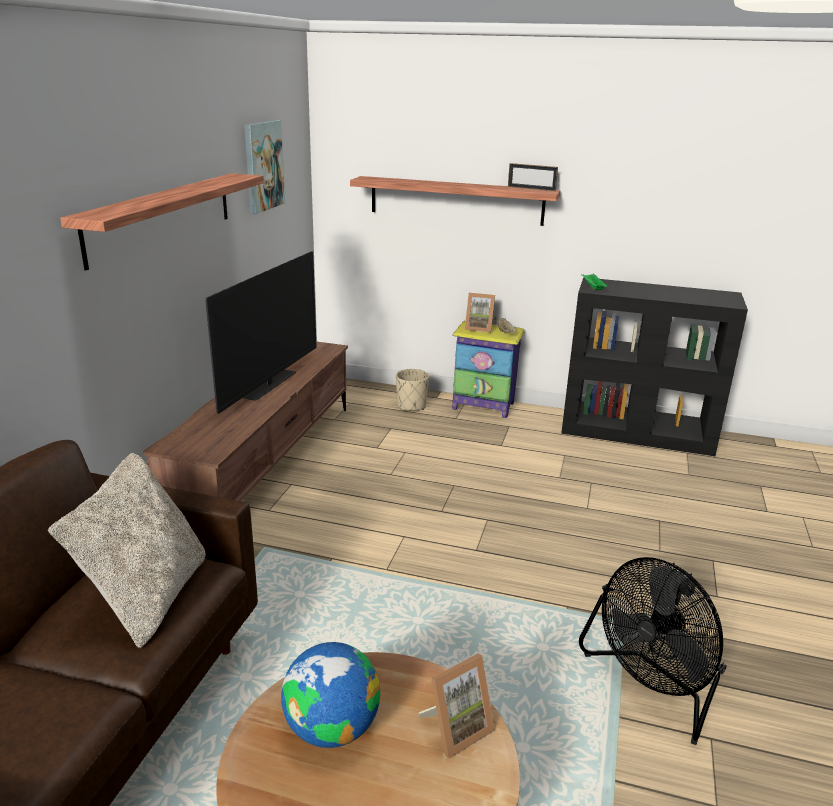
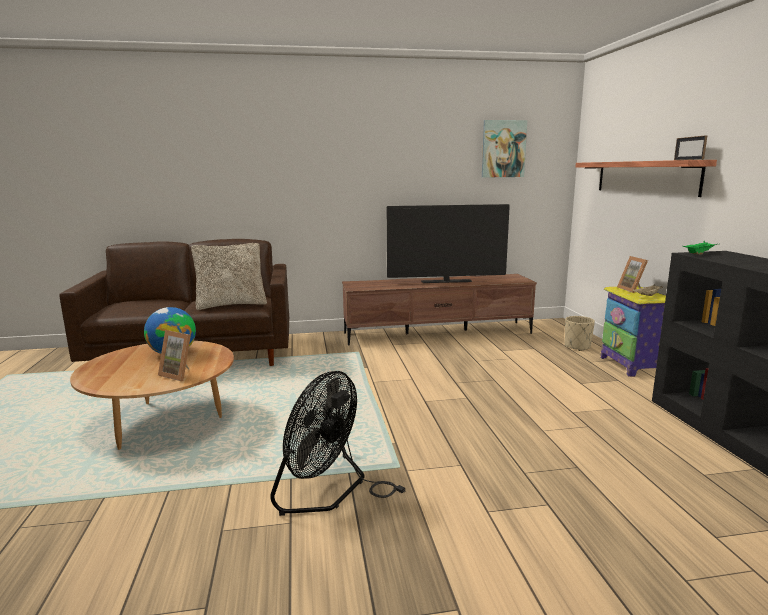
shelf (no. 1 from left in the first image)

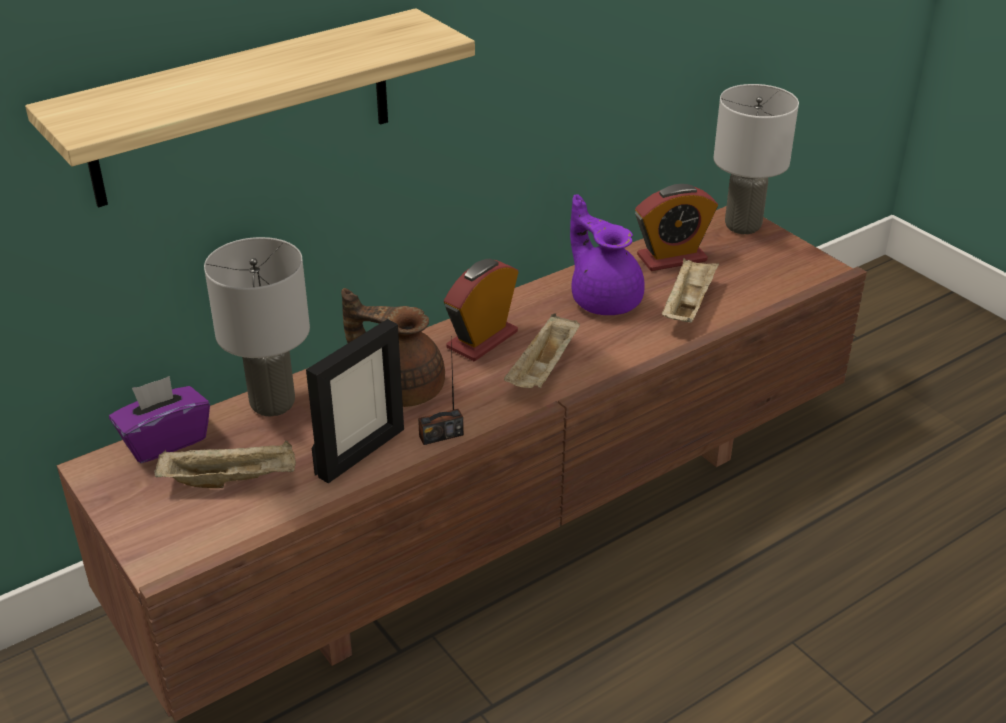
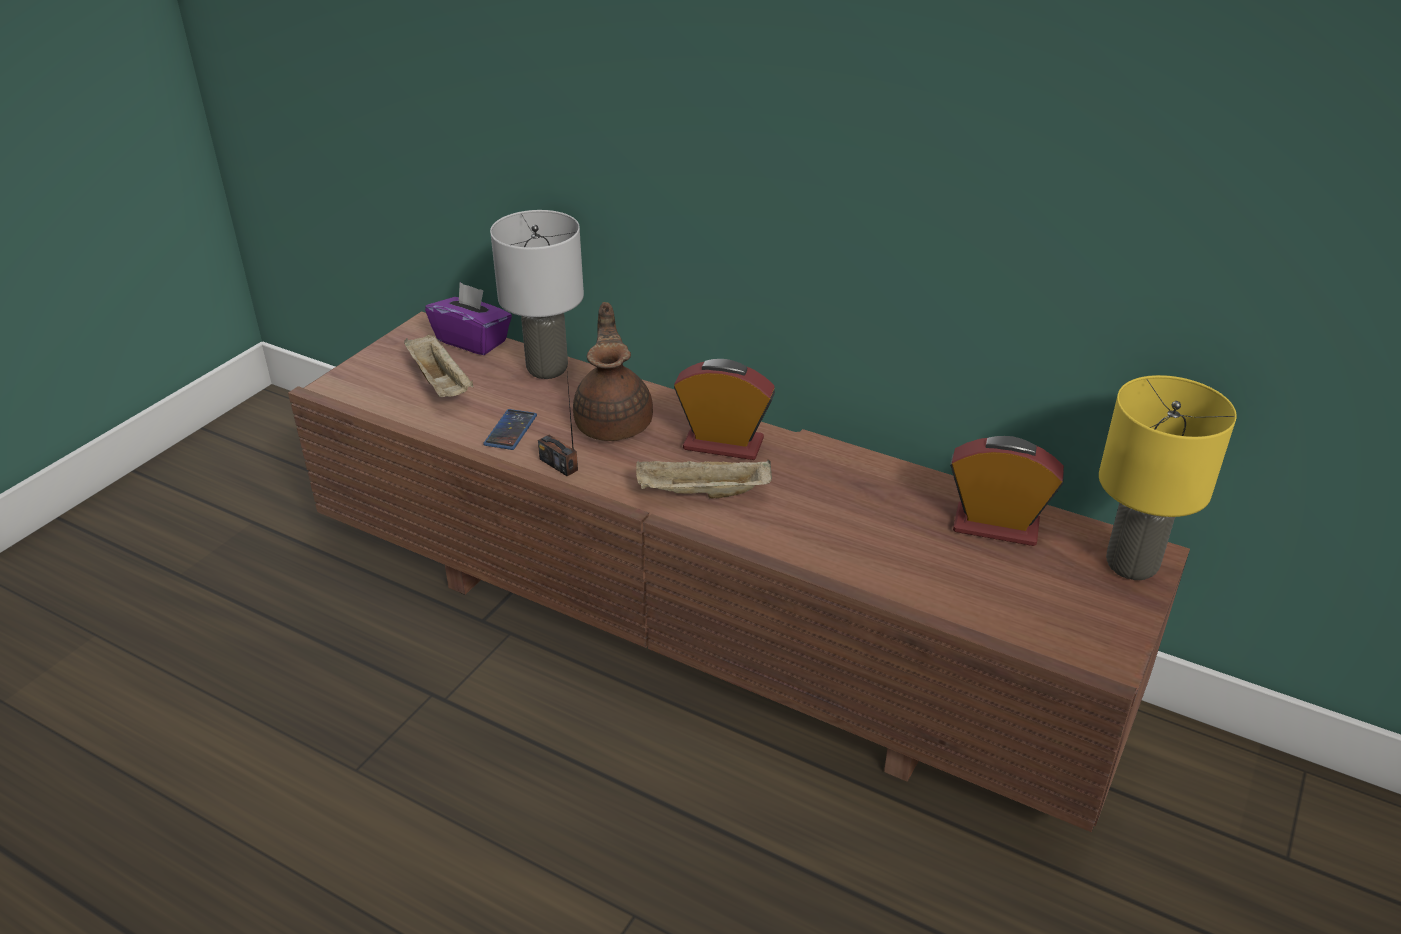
shelf
table lamp/yellow
alarm clock (no. 2 from left)
teapot/purple
tray/beige (no. 3 from left in the first image)
phone

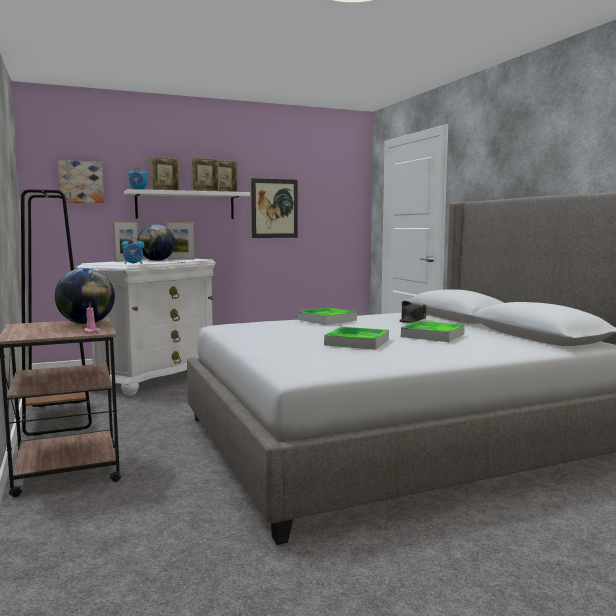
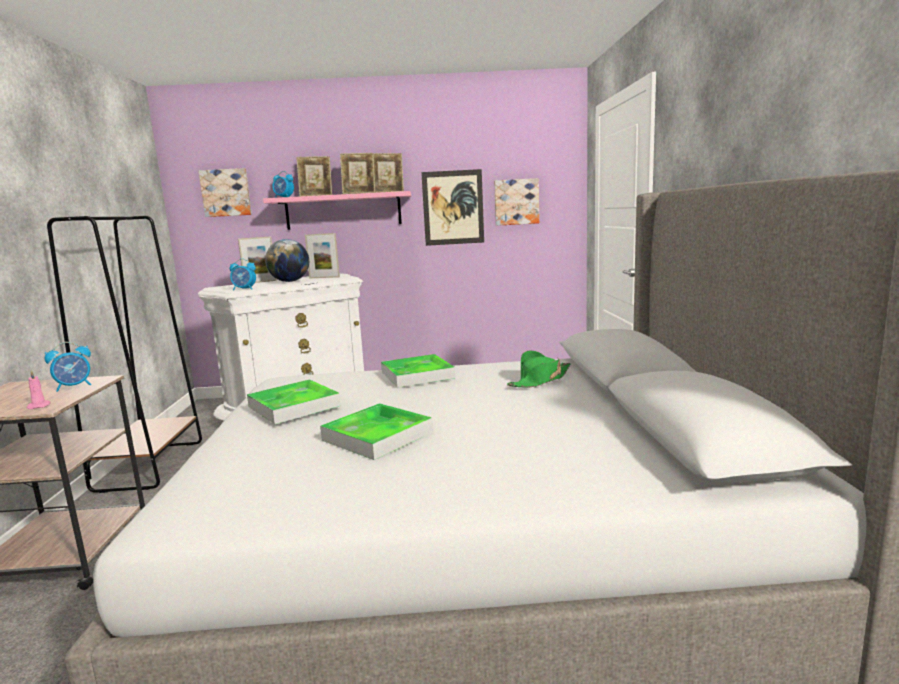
shelf/pink
alarm clock (no. 1 from left)
hat/green
tray (no. 1 from left)
picture (no. 3 from left)

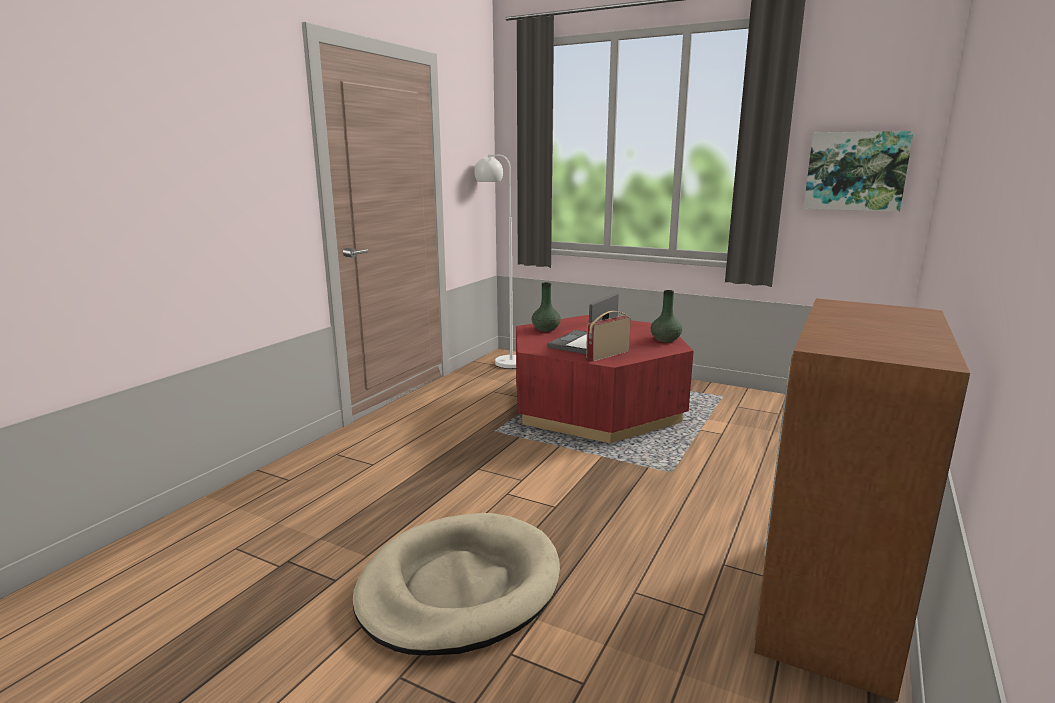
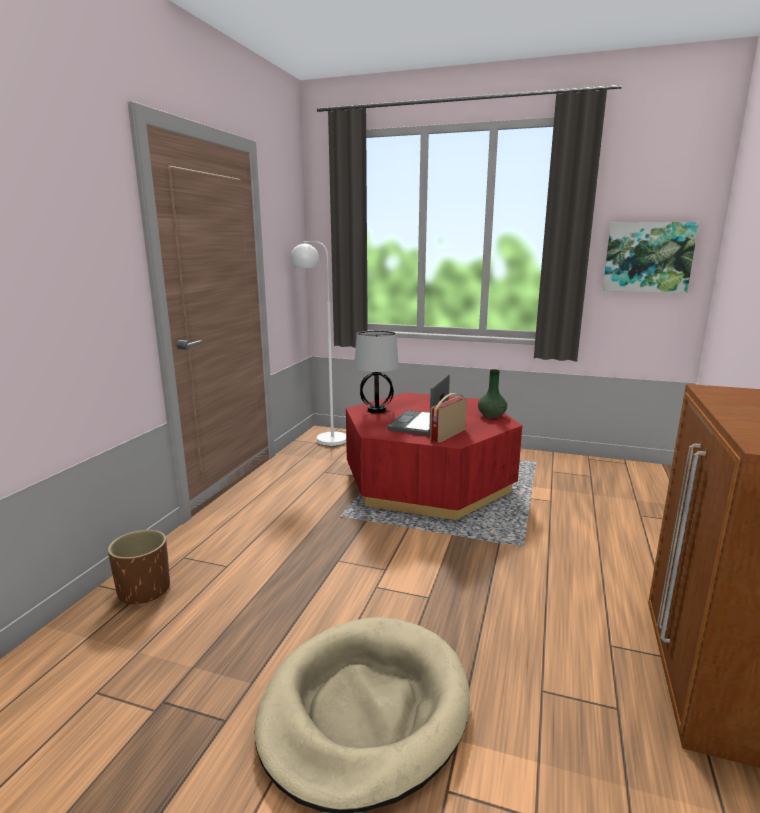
table lamp
planter/brown

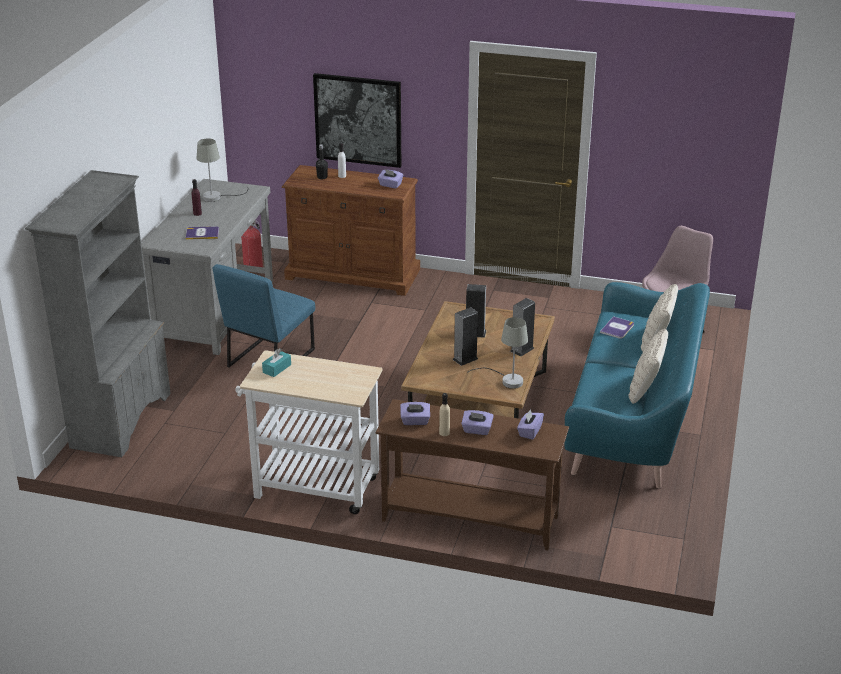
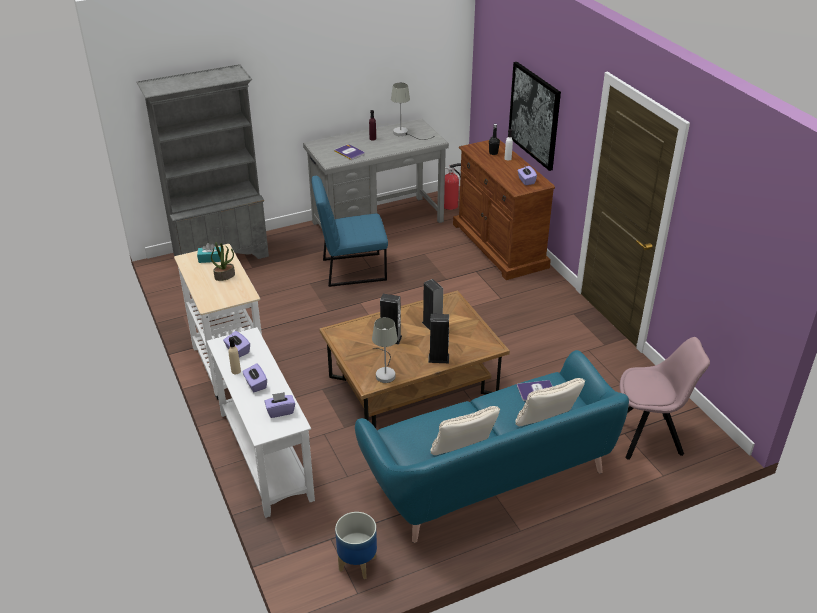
console table/white
potted plant
planter

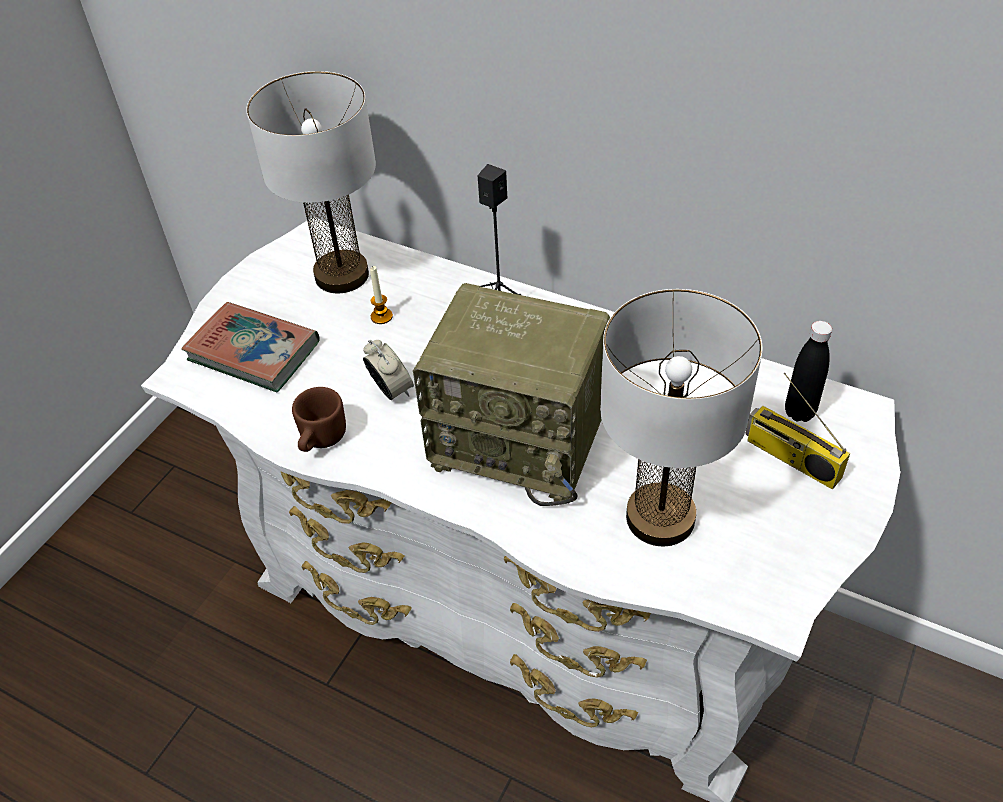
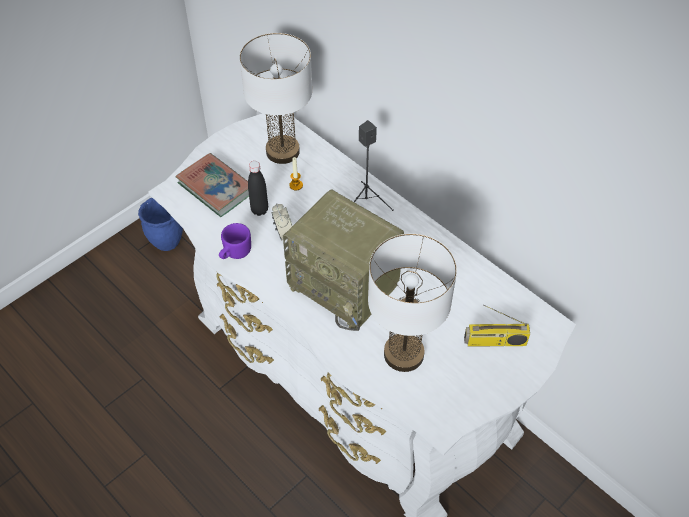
bottle/black
radio (no. 2 from left)
mug/purple
planter/blue

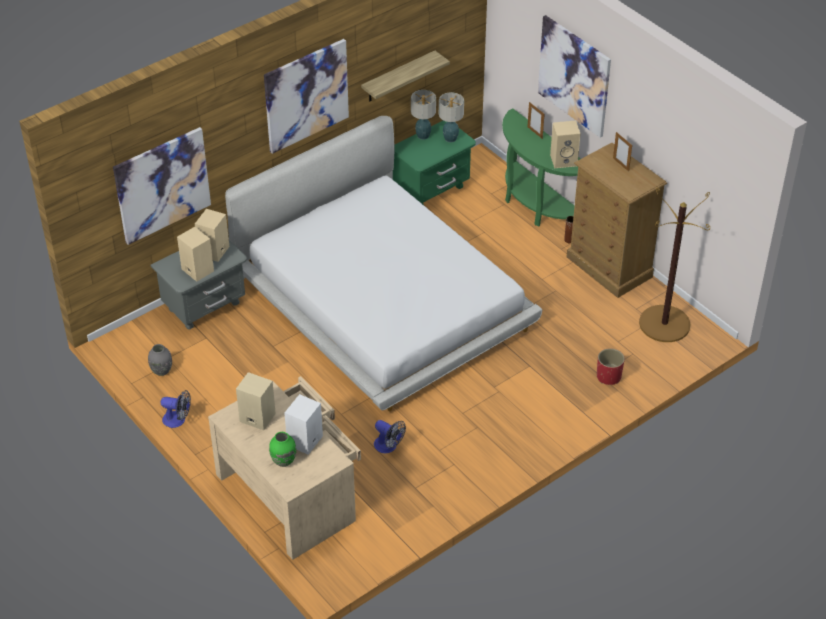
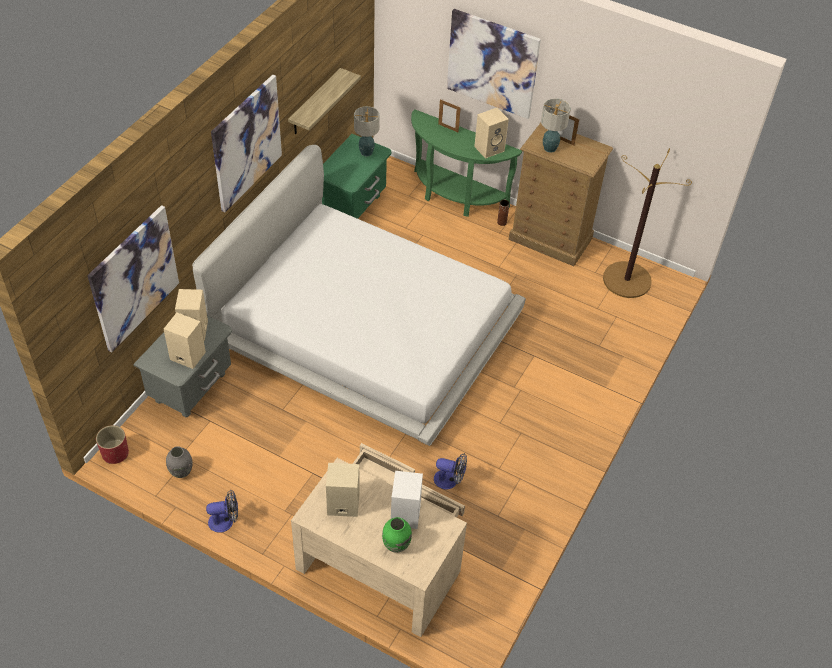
table lamp (no. 2 from left)
planter/red

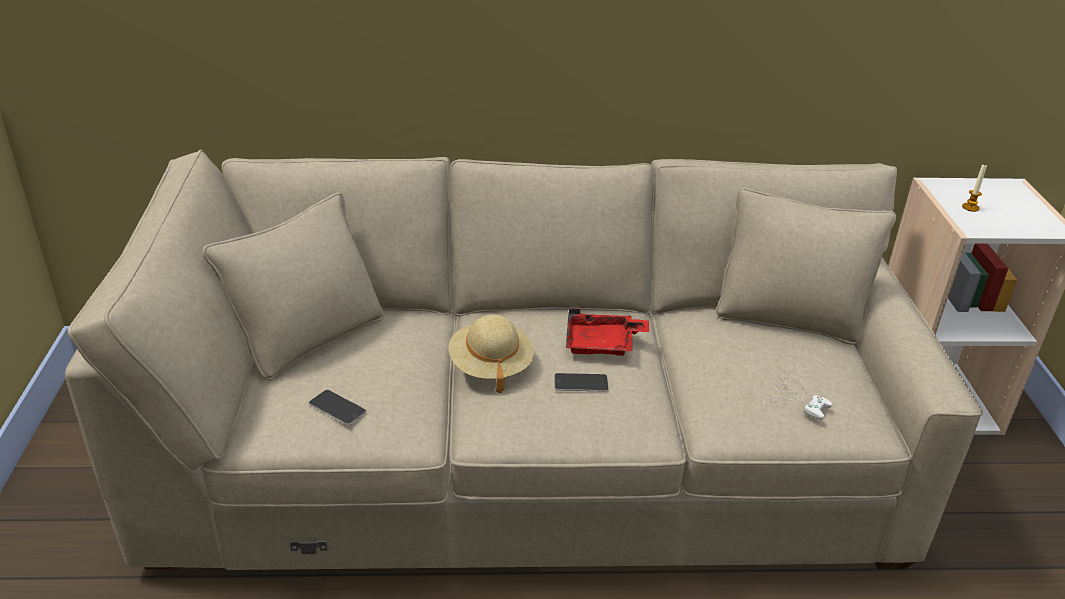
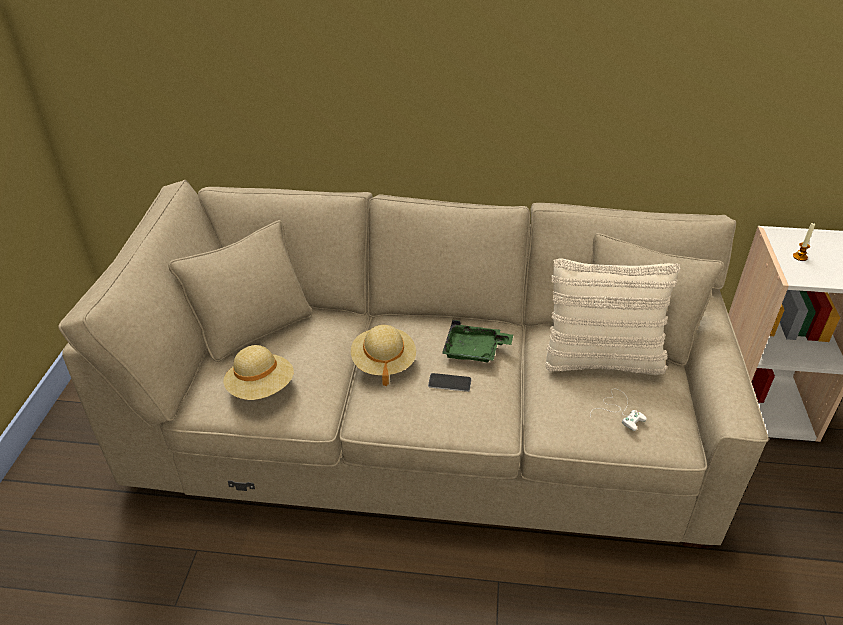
tray/green
hat/beige (no. 1 from left)
pillow/beige

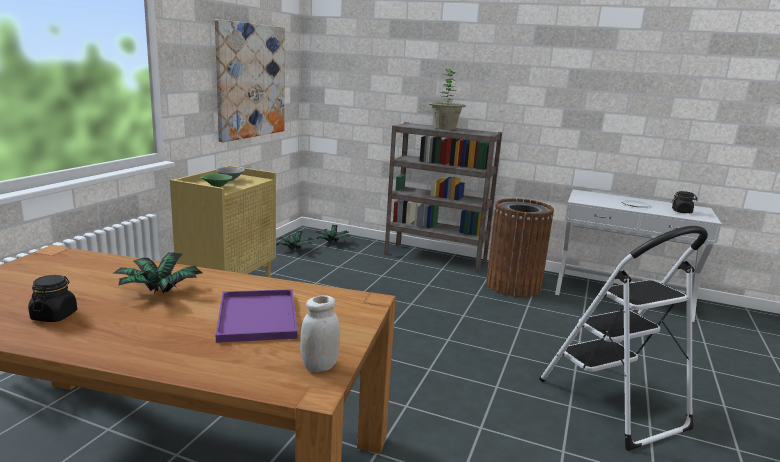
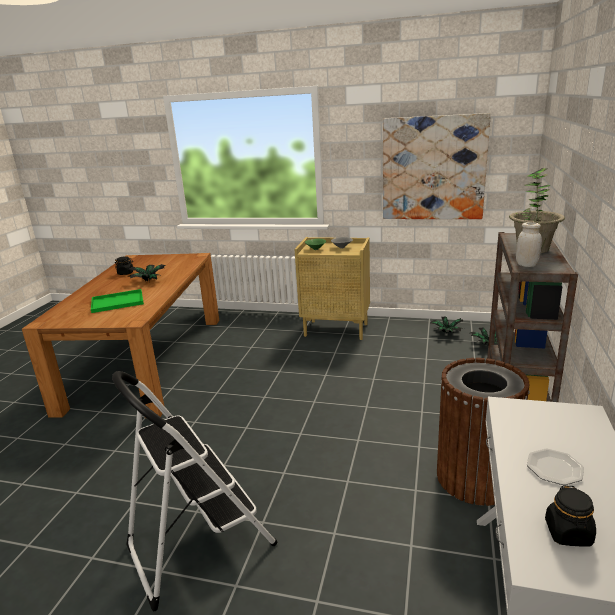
tray/green
jar/white

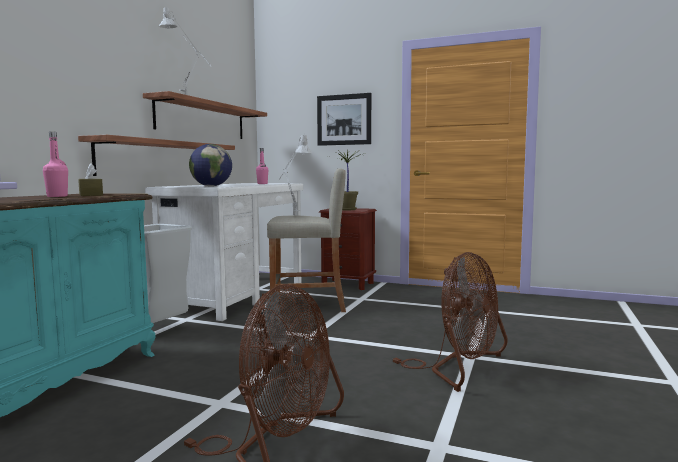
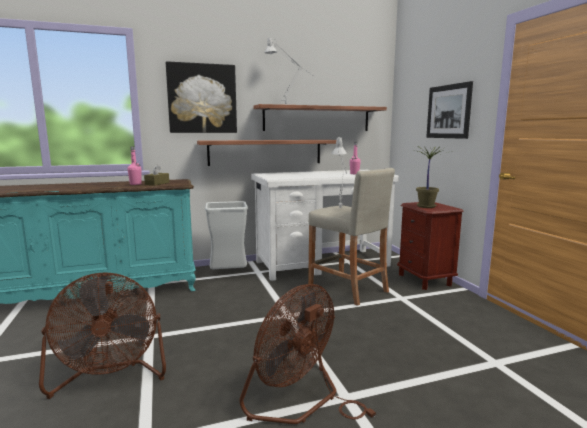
globe
fan/brown (no. 2 from left)
picture (no. 1 from left)

